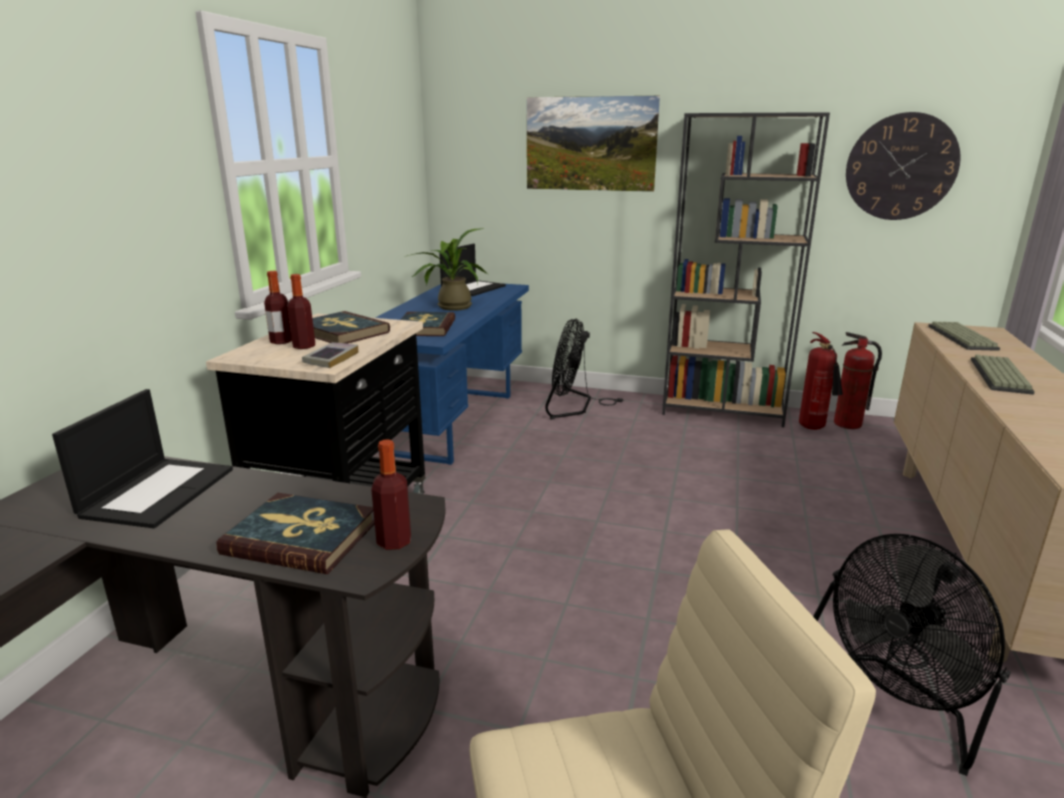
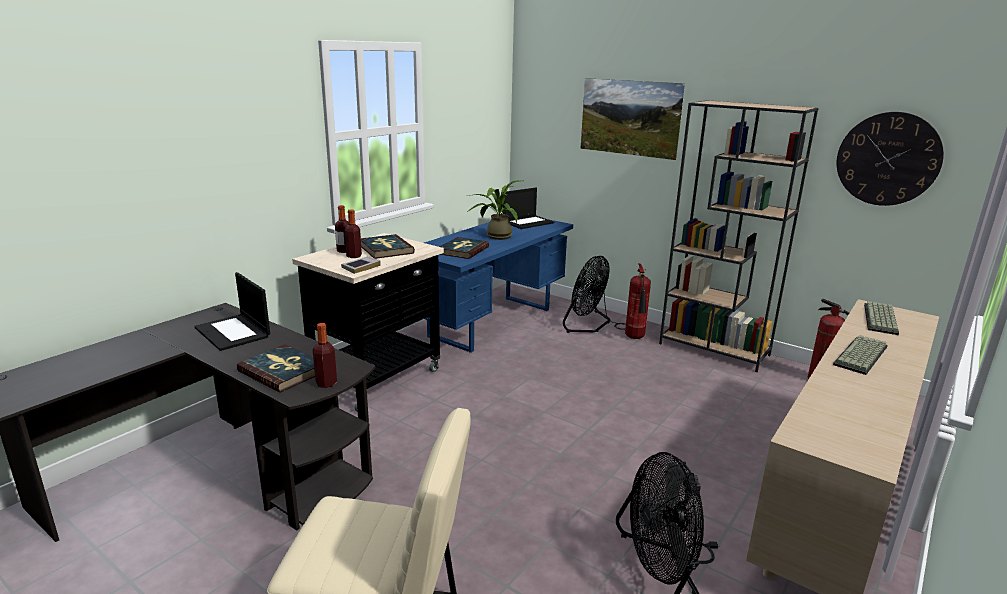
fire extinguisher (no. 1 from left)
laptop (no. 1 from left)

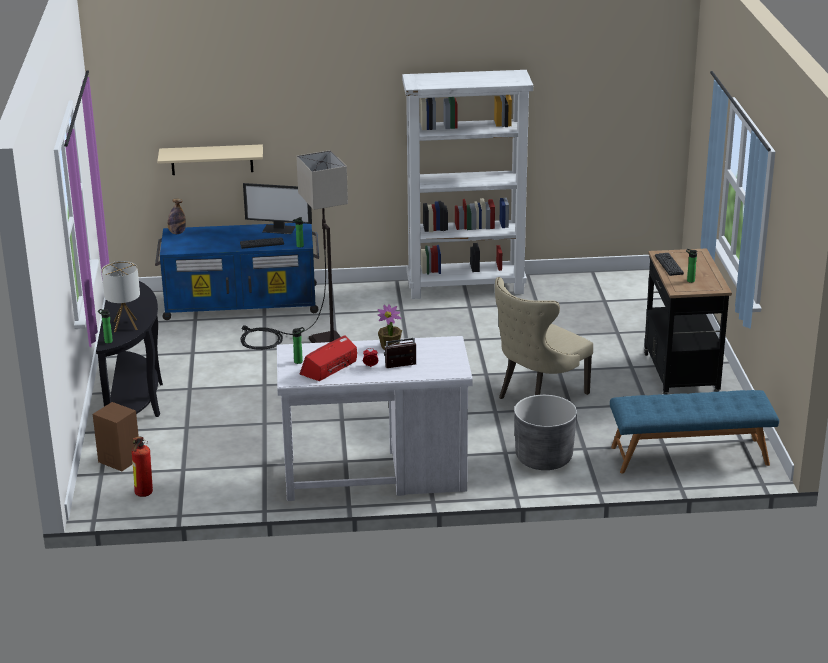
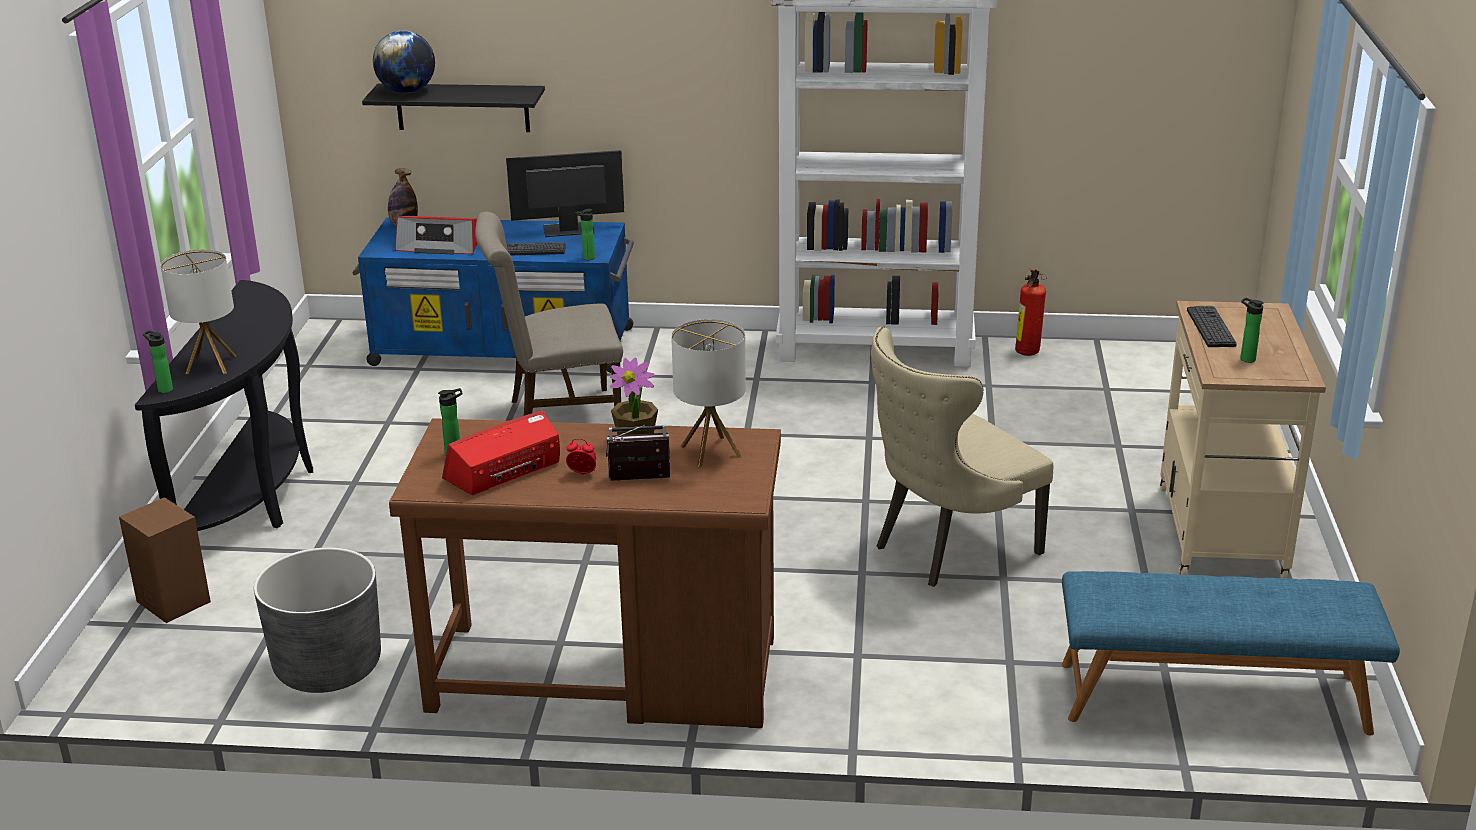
shelf/black
chair/beige (no. 1 from left)
monitor
cart/beige
desk/brown
planter/grey
fire extinguisher
globe
radio (no. 1 from left)
table lamp (no. 2 from left)

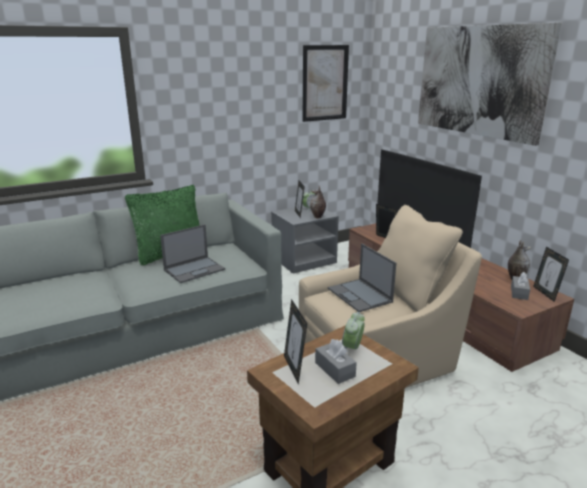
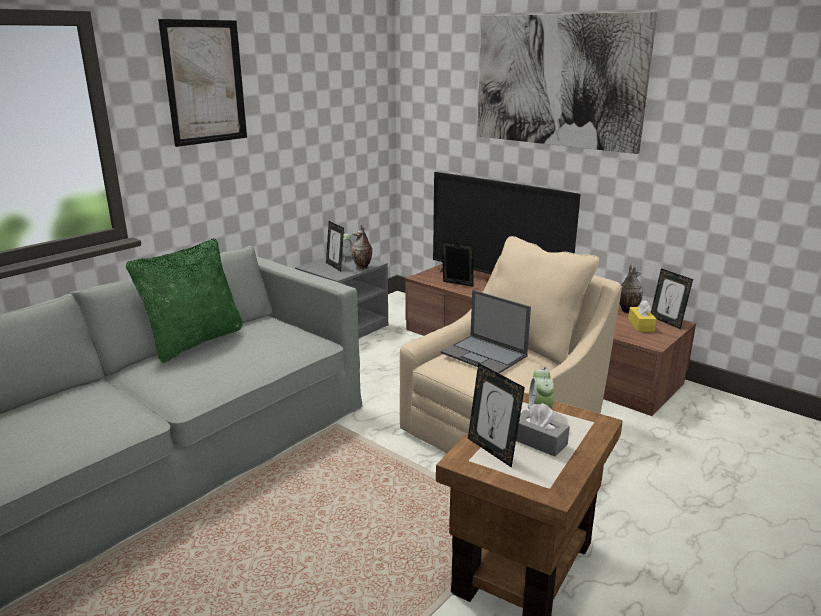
picture (no. 1 from left)
laptop (no. 1 from left in the first image)
tissue box/yellow

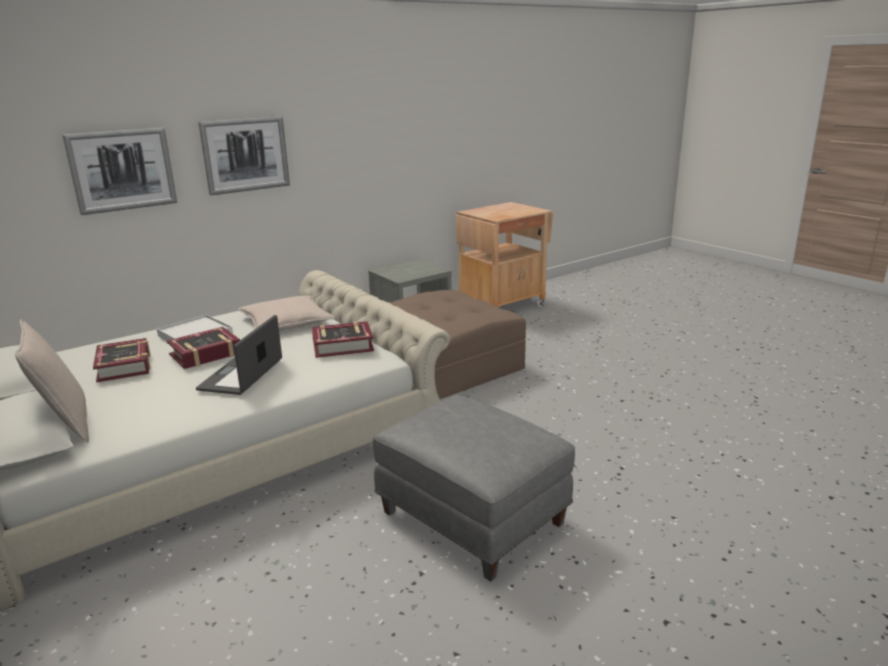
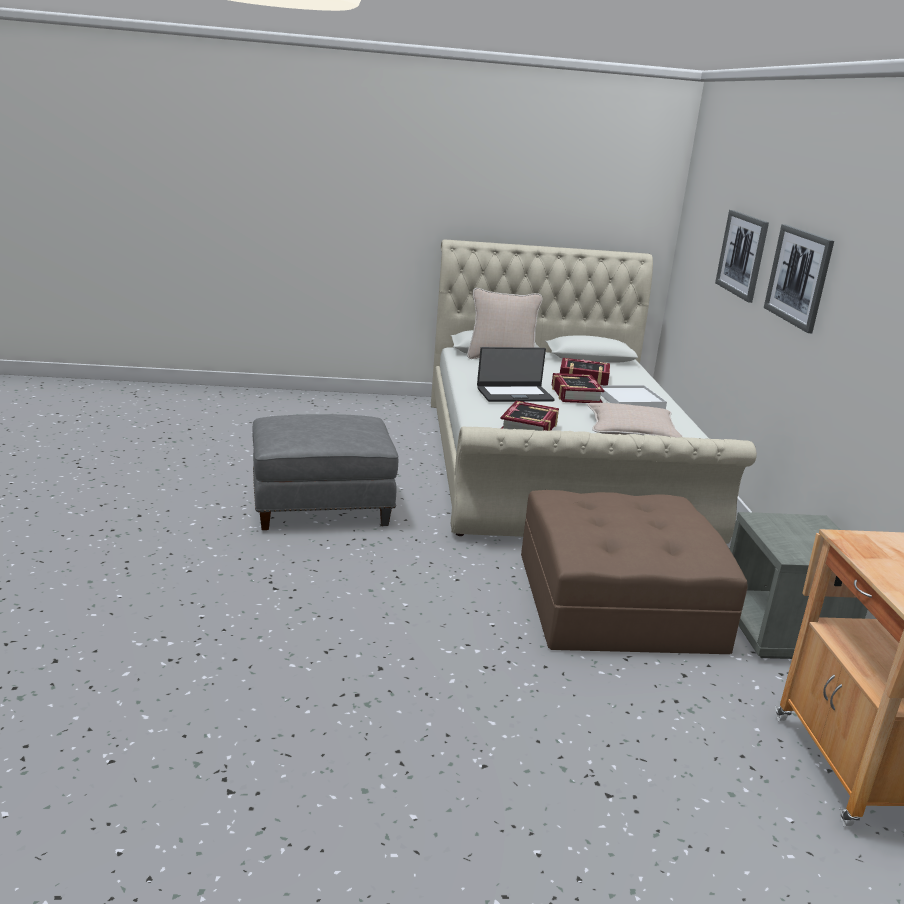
laptop

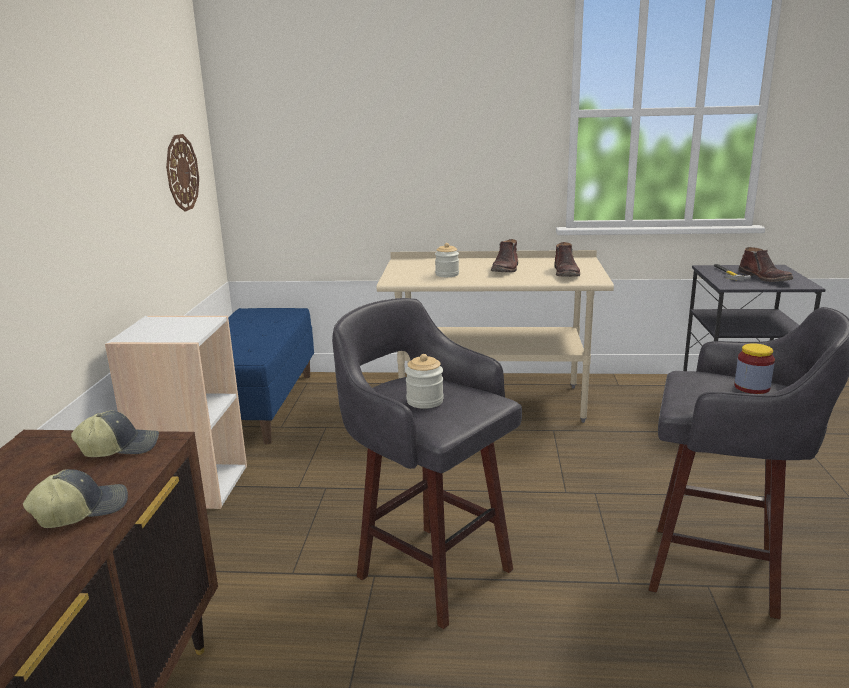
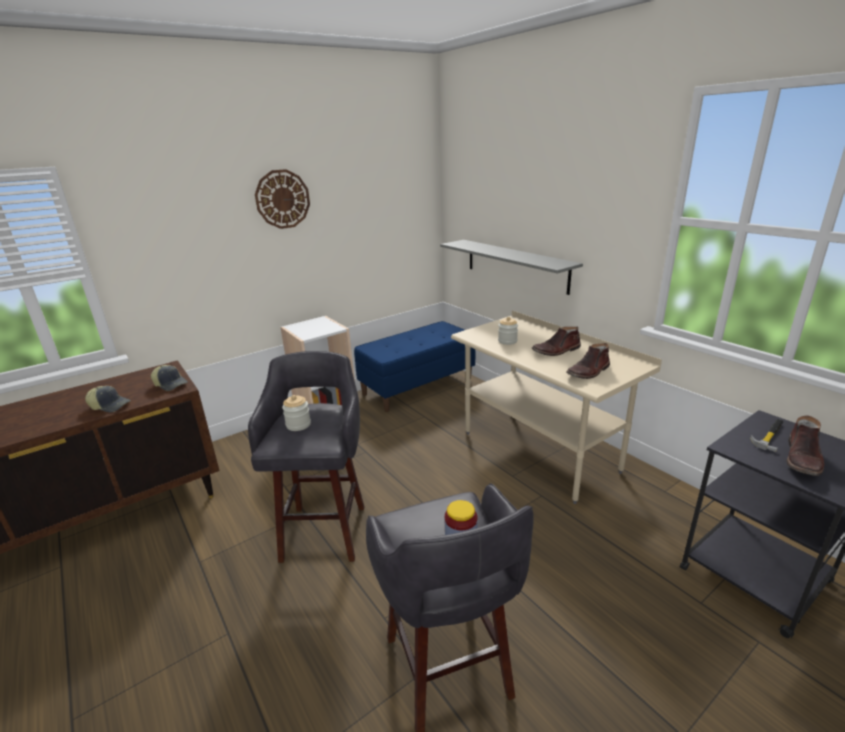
wall clock
shelf/grey

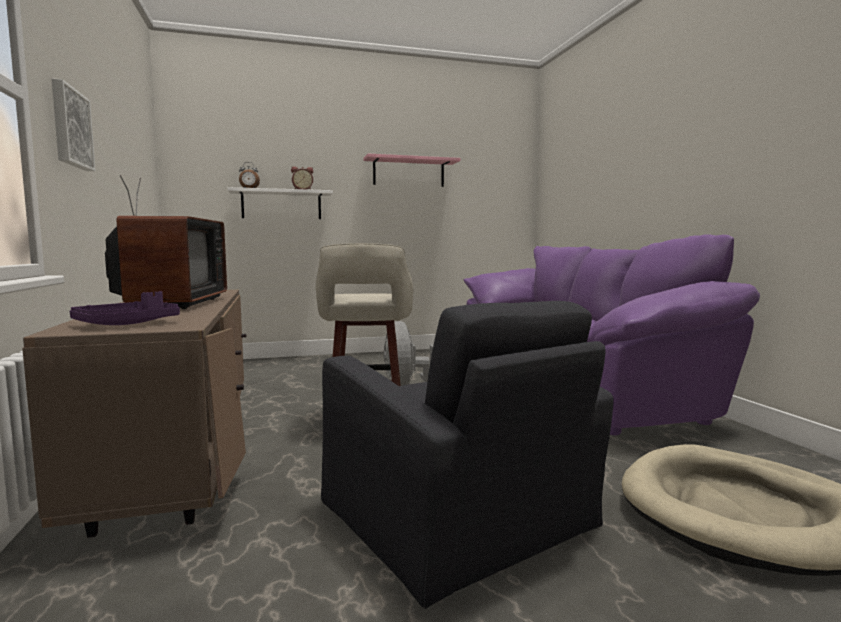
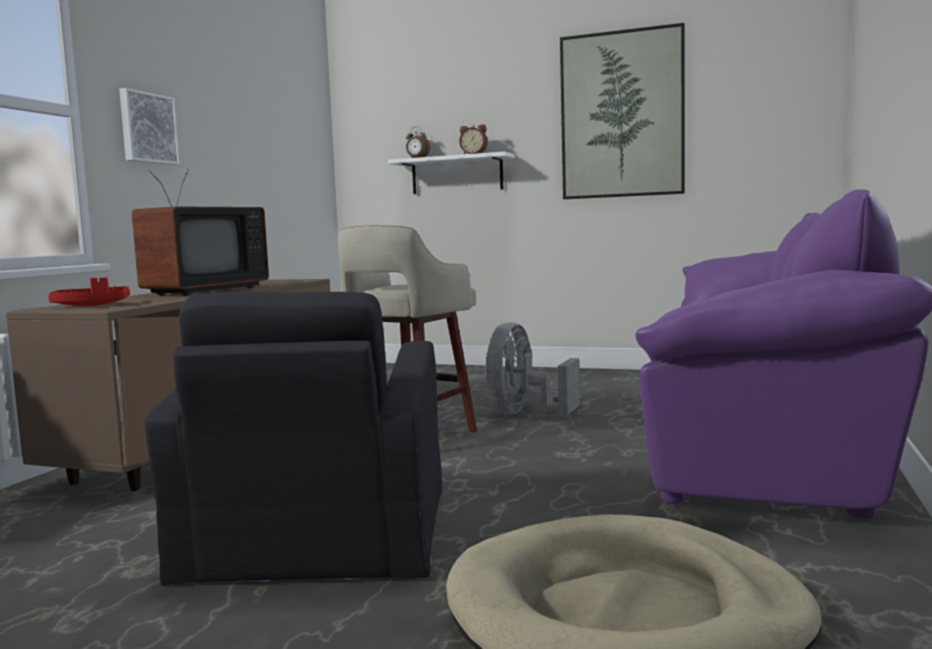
picture (no. 2 from left)
tray/red

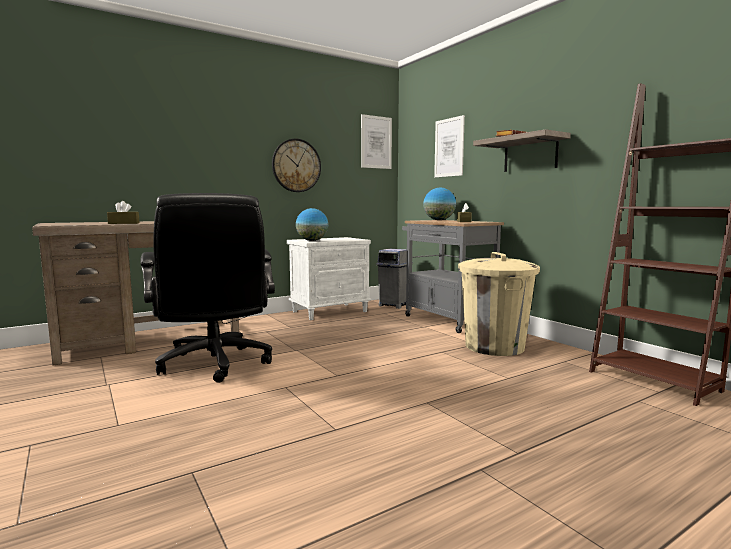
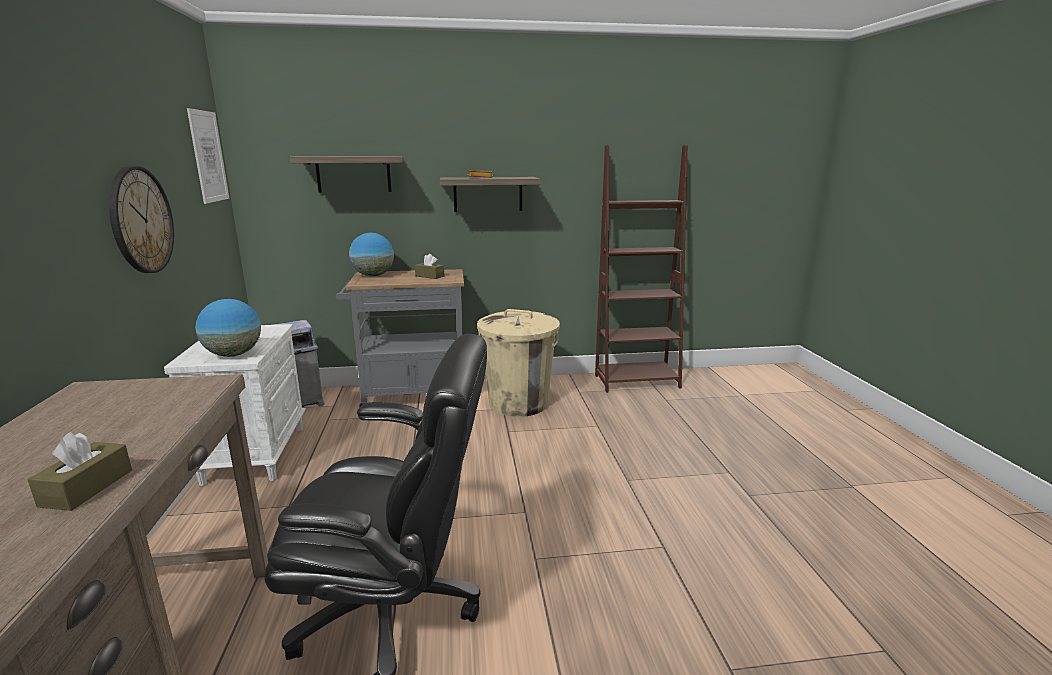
shelf (no. 1 from left)

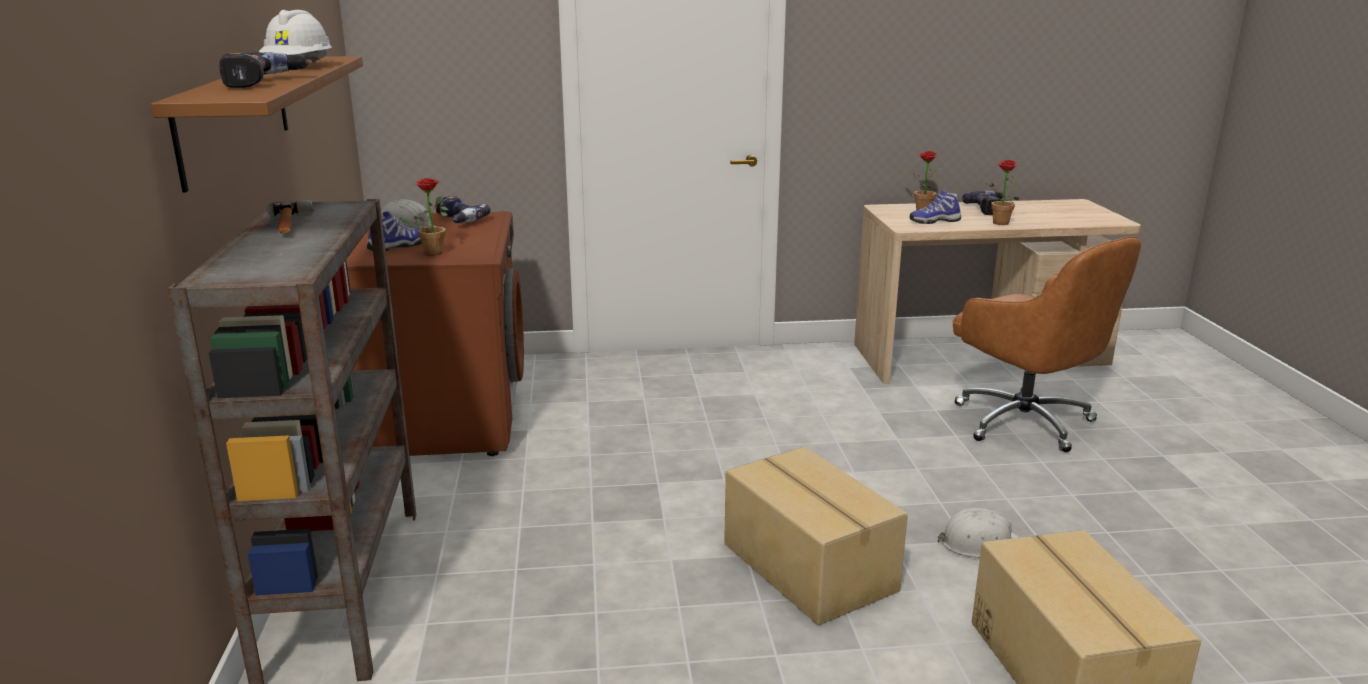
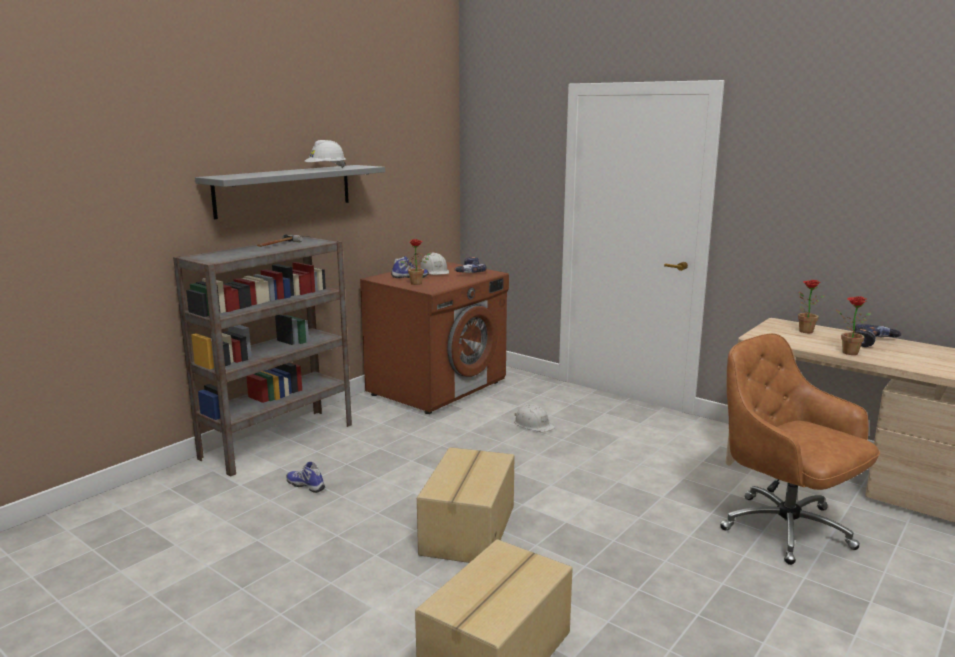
power drill (no. 1 from left in the first image)
shelf/grey
shoe (no. 1 from left)
office chair/brown
hard hat/white (no. 3 from left)

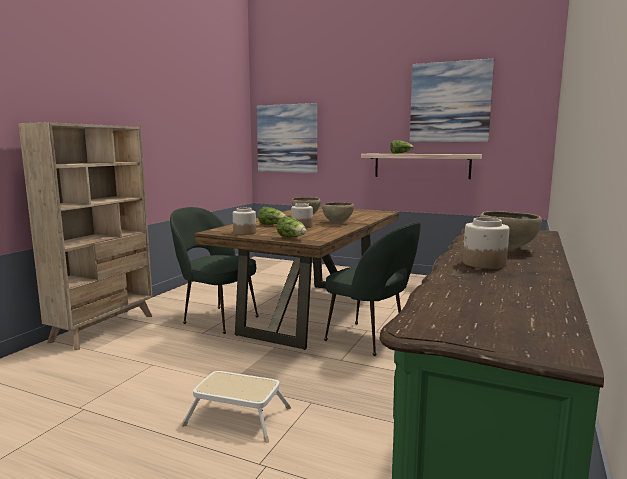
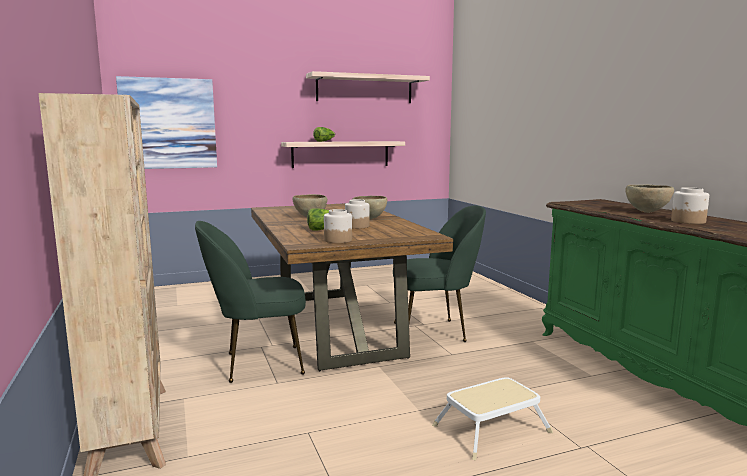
shelf (no. 2 from left)
lettuce (no. 2 from left in the first image)

